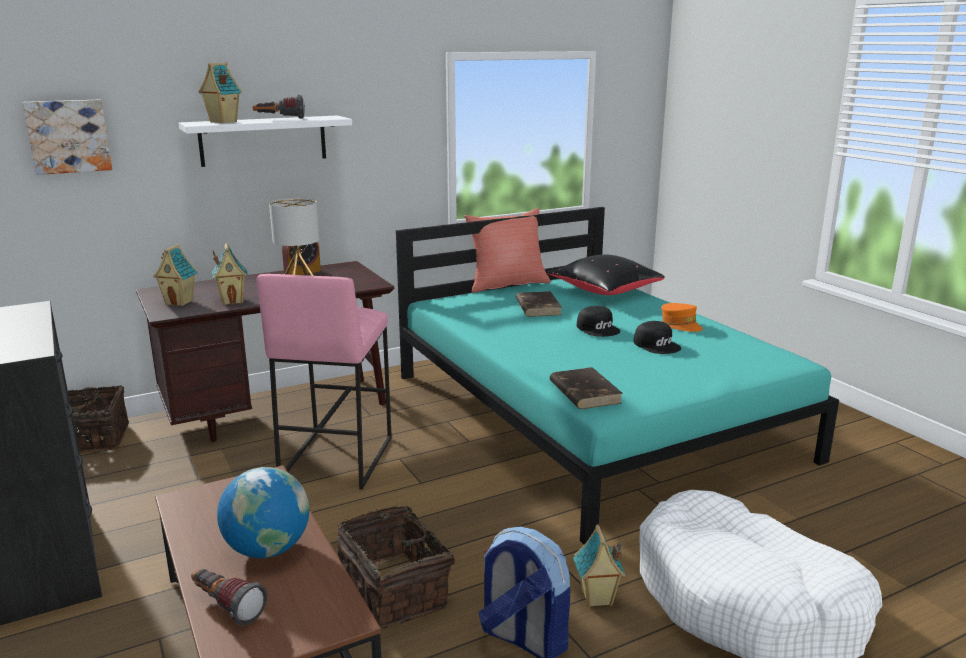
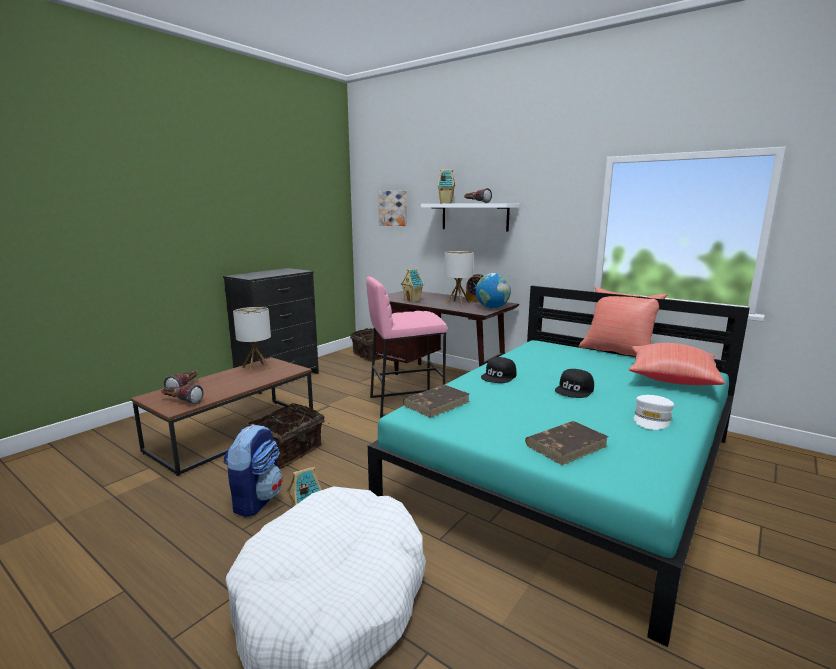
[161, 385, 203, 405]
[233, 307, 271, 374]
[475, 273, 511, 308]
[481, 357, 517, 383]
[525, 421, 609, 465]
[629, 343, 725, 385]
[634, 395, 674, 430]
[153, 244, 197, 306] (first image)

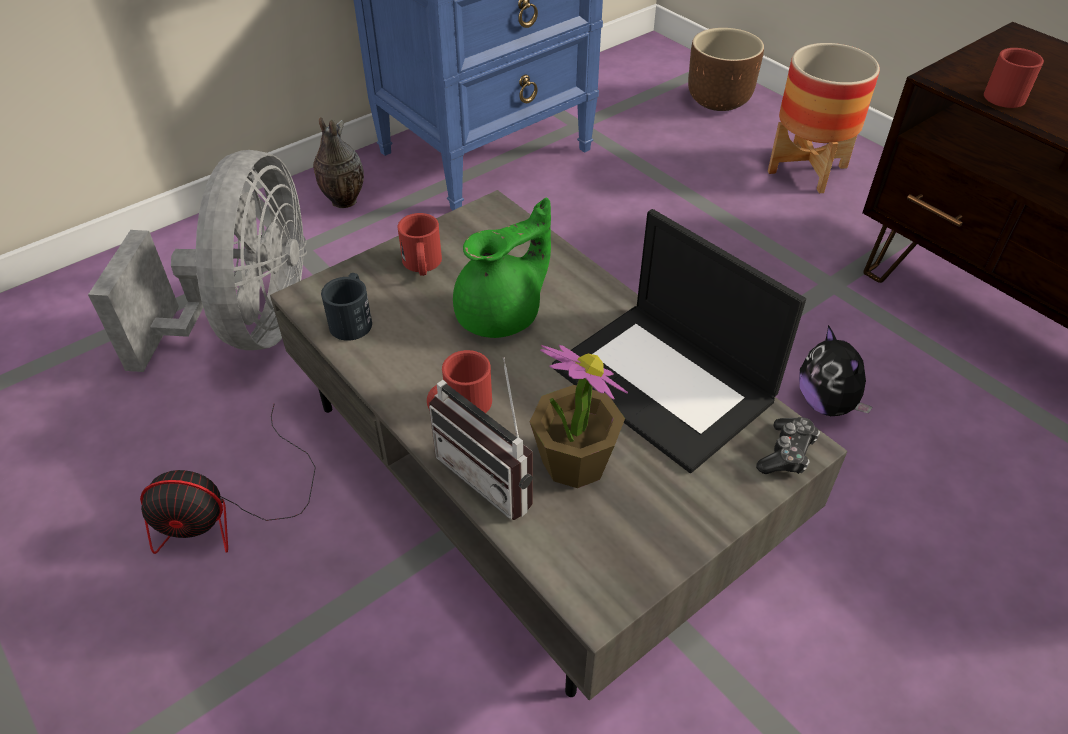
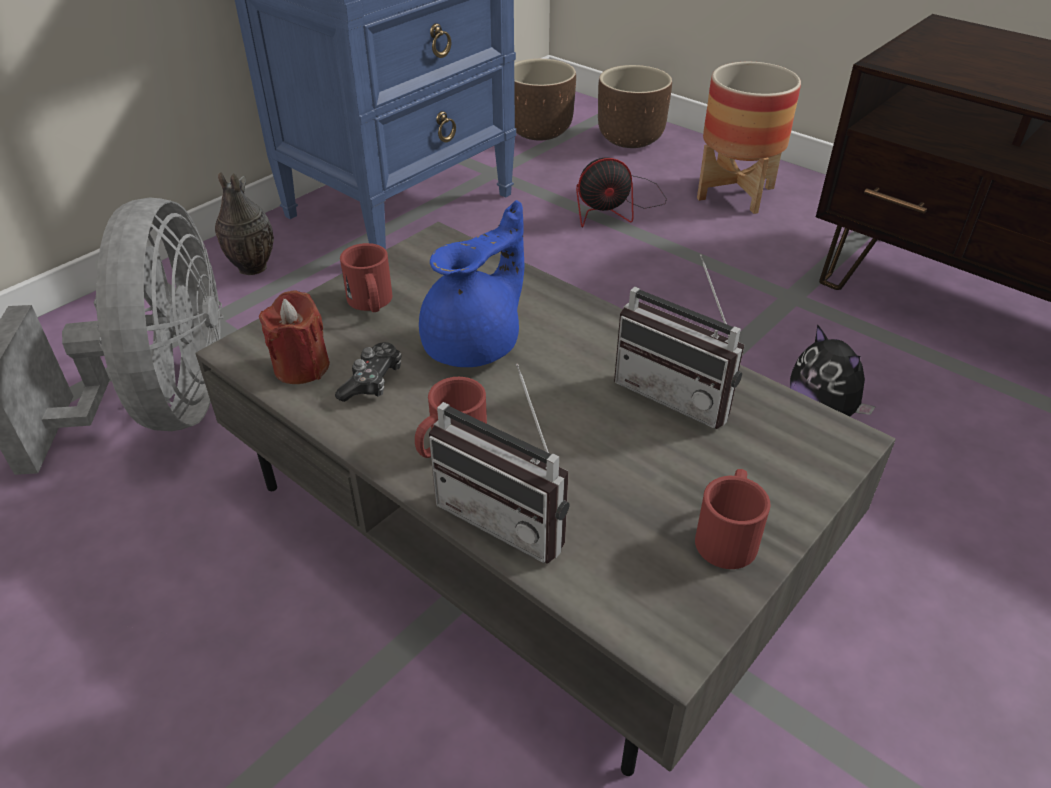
[259, 290, 330, 384]
[335, 342, 401, 402]
[419, 200, 525, 367]
[514, 59, 576, 140]
[576, 157, 667, 227]
[614, 254, 744, 429]
[695, 469, 771, 569]
[530, 345, 628, 488] (first image)

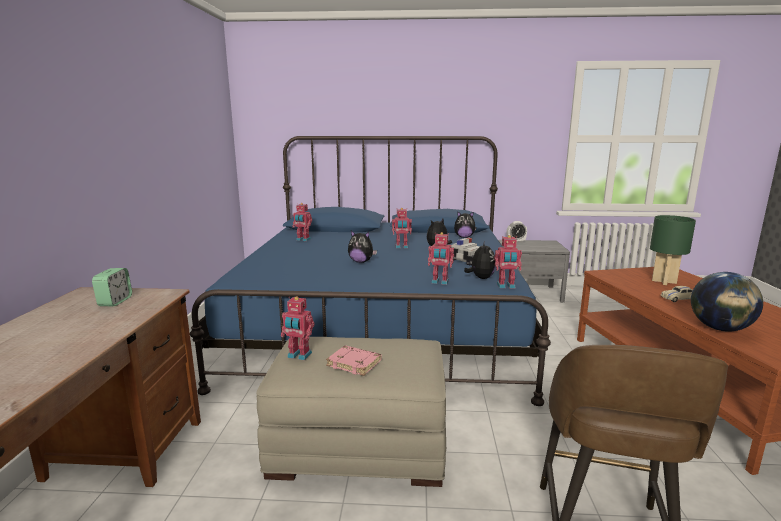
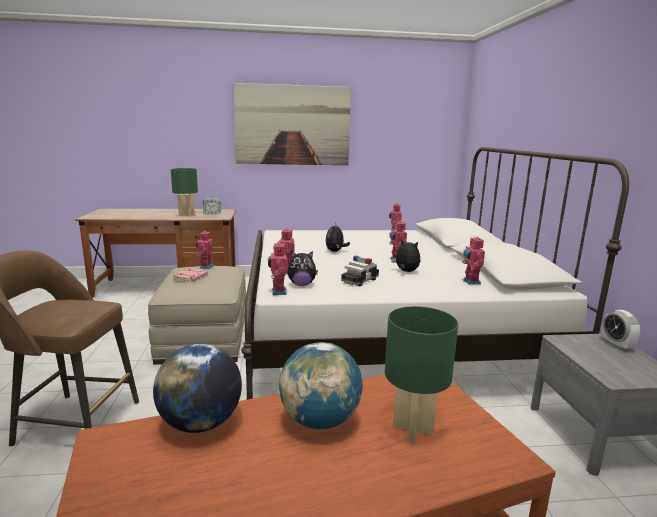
[171, 168, 198, 216]
[233, 83, 351, 165]
[241, 147, 629, 400]
[279, 342, 363, 429]
[463, 236, 485, 285]

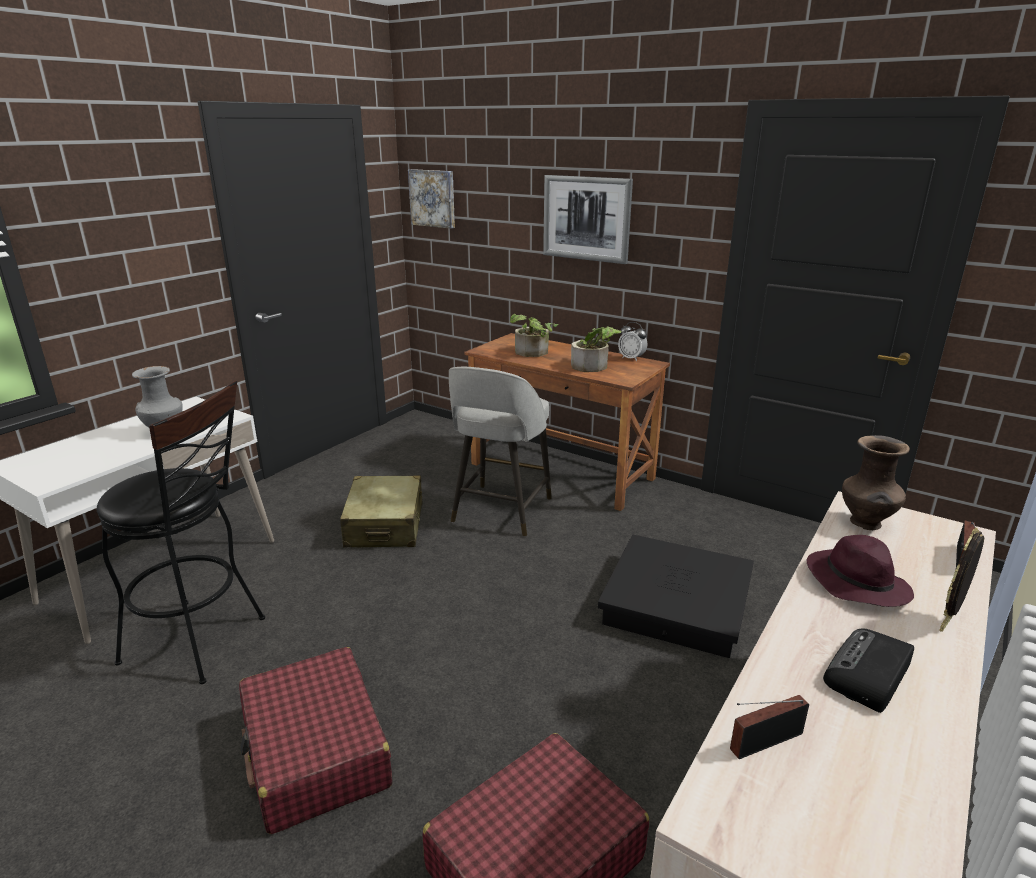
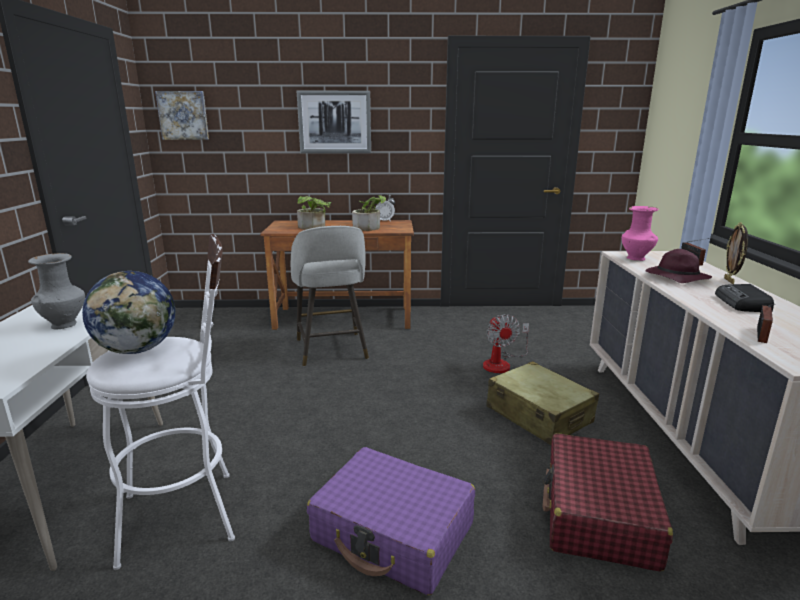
[82, 271, 175, 354]
[86, 234, 235, 570]
[307, 447, 475, 595]
[483, 314, 529, 373]
[486, 361, 599, 445]
[622, 206, 659, 261]

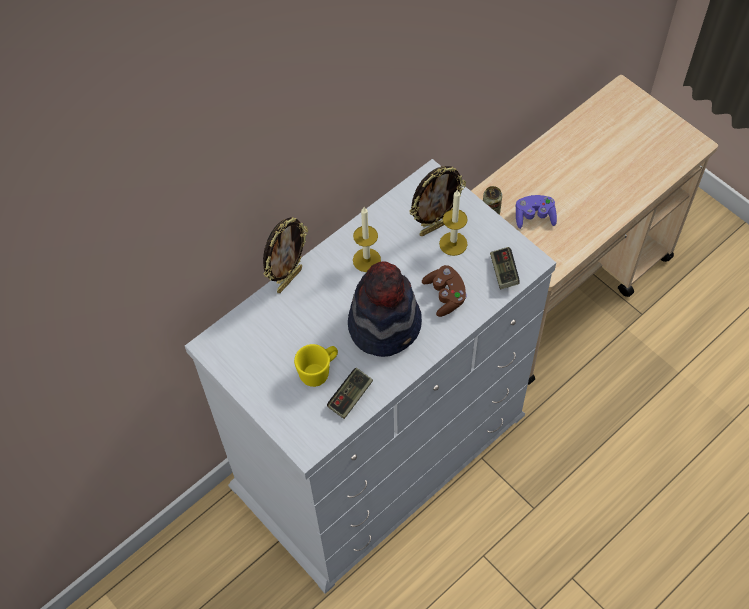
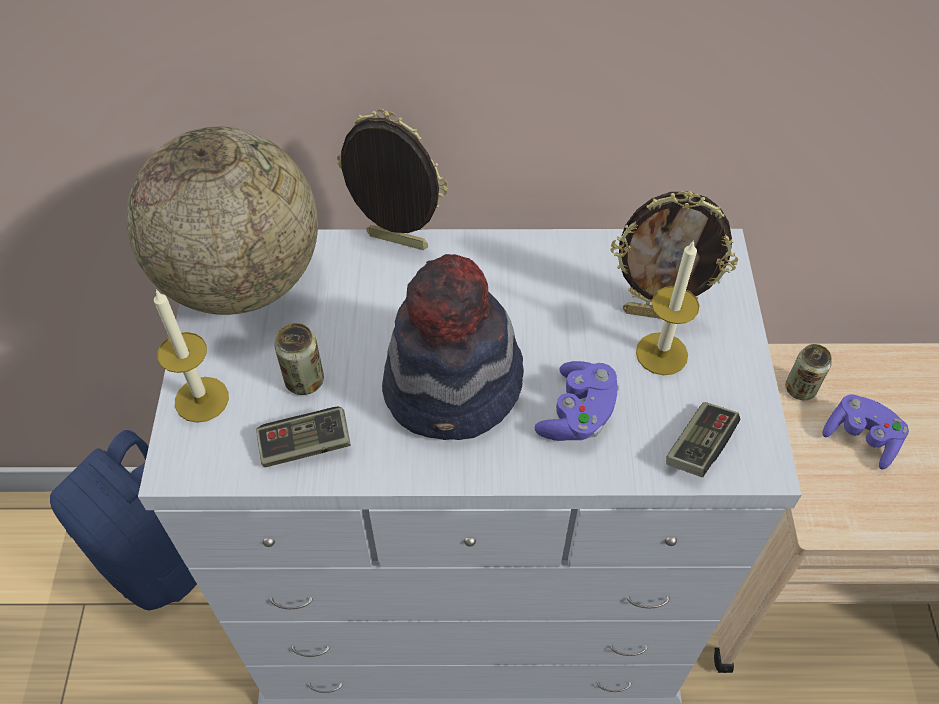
[50, 430, 197, 610]
[126, 127, 318, 315]
[154, 289, 229, 423]
[274, 323, 324, 395]
[337, 109, 447, 250]
[535, 361, 619, 441]

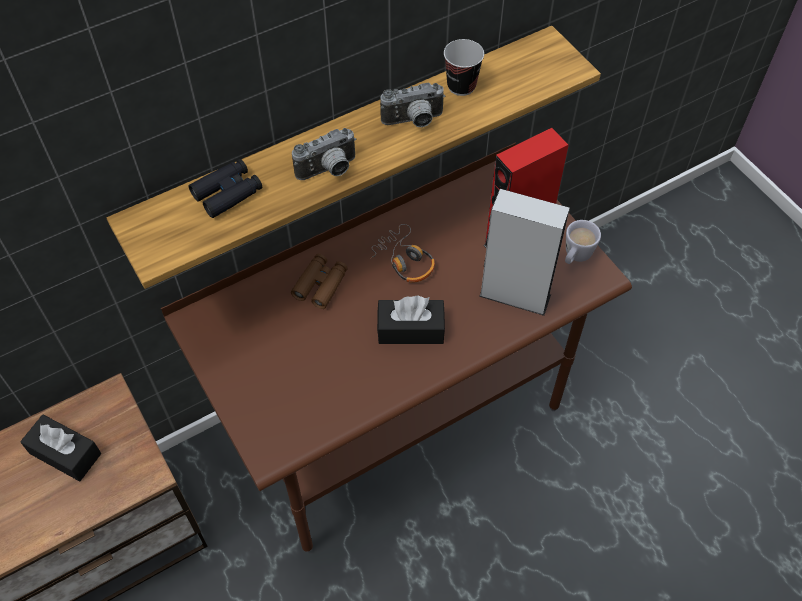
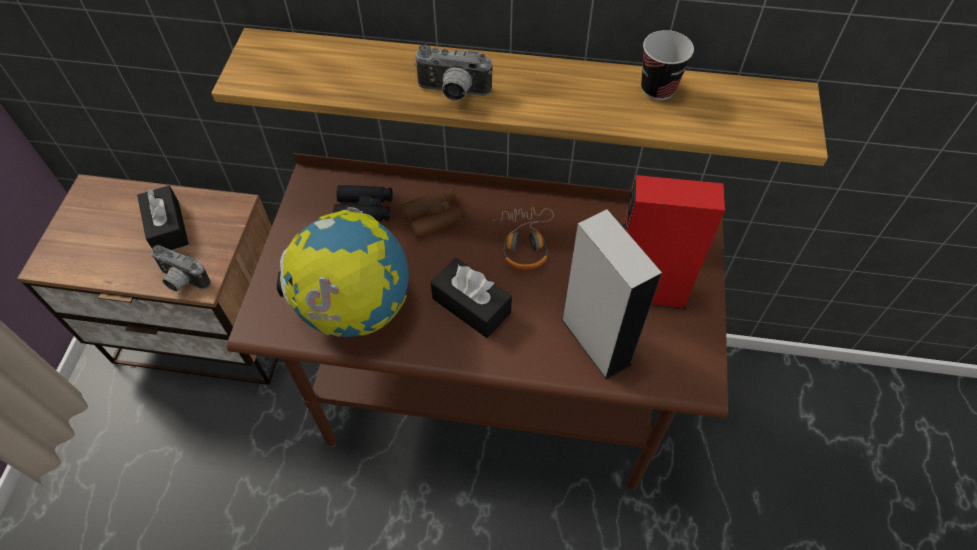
[152, 245, 211, 292]
[277, 207, 409, 337]
[333, 185, 393, 221]
[565, 220, 601, 264] (first image)

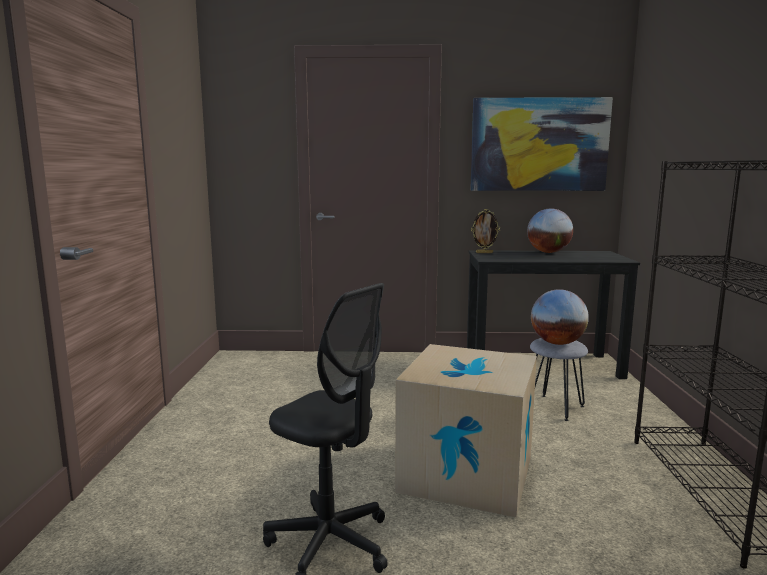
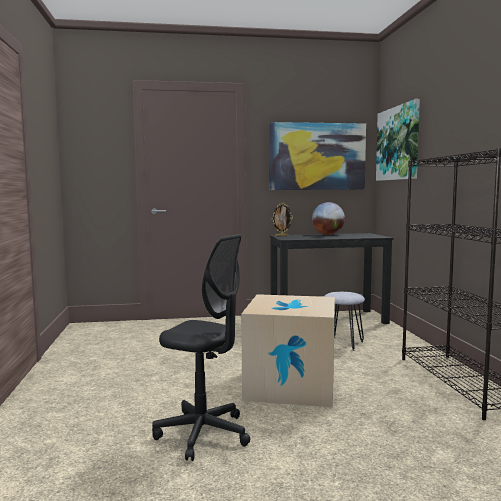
[376, 99, 420, 181]
[531, 289, 589, 345] (first image)

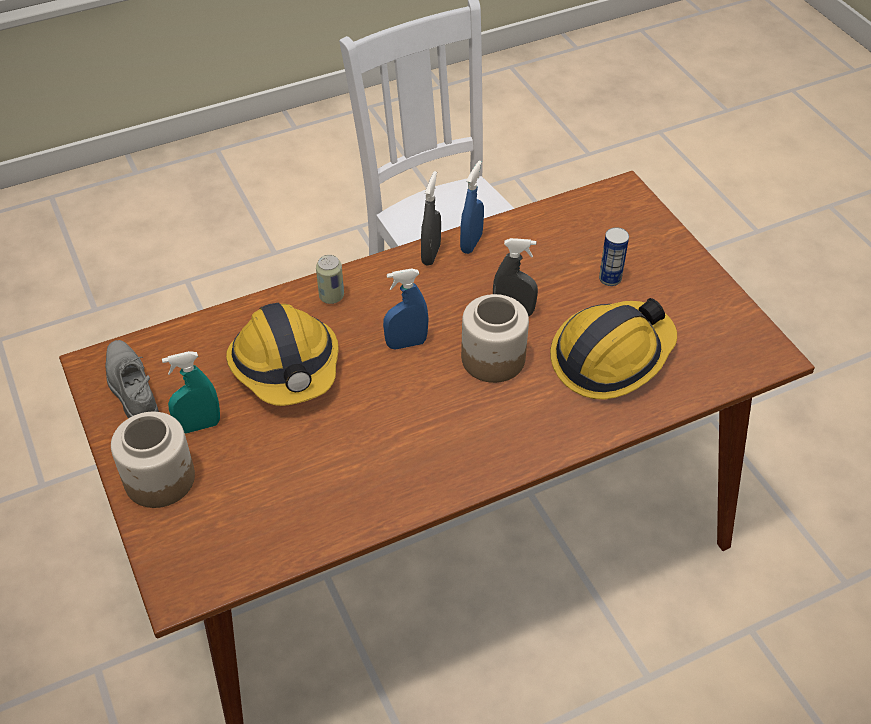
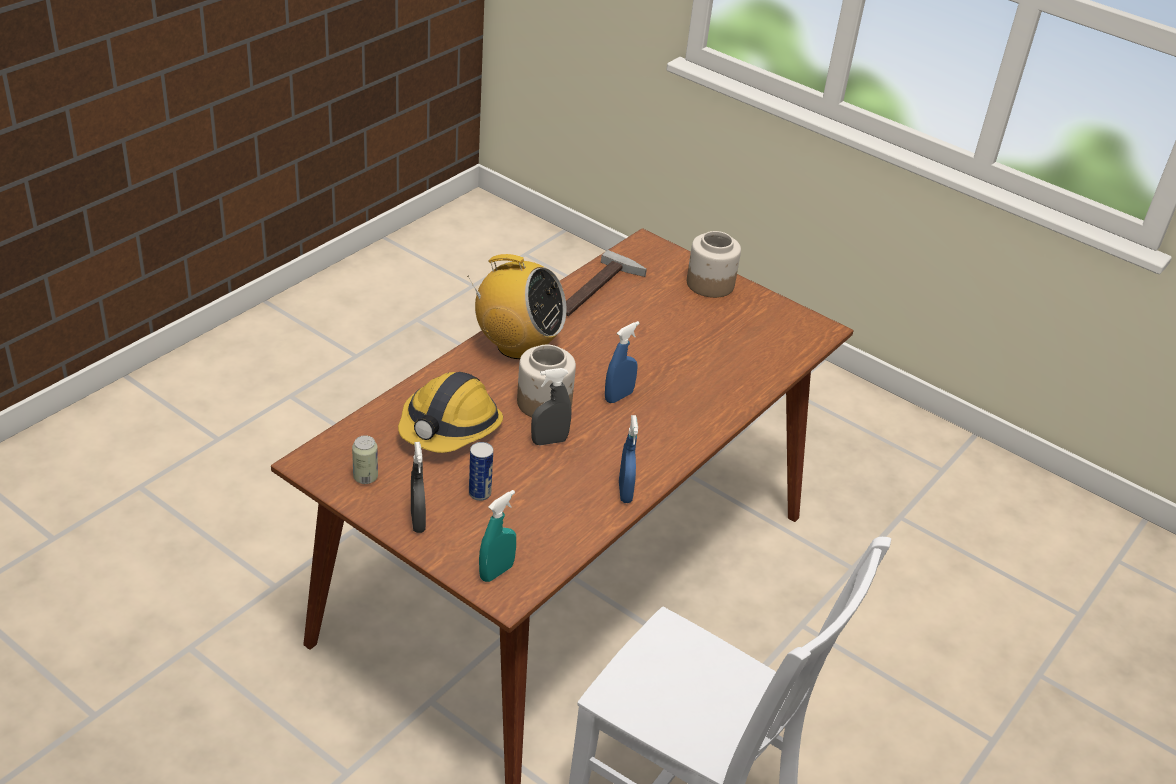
[352, 435, 378, 484]
[411, 442, 426, 533]
[467, 254, 566, 359]
[479, 490, 516, 582]
[566, 250, 647, 316]
[105, 340, 159, 418] (first image)
[226, 303, 339, 406] (first image)

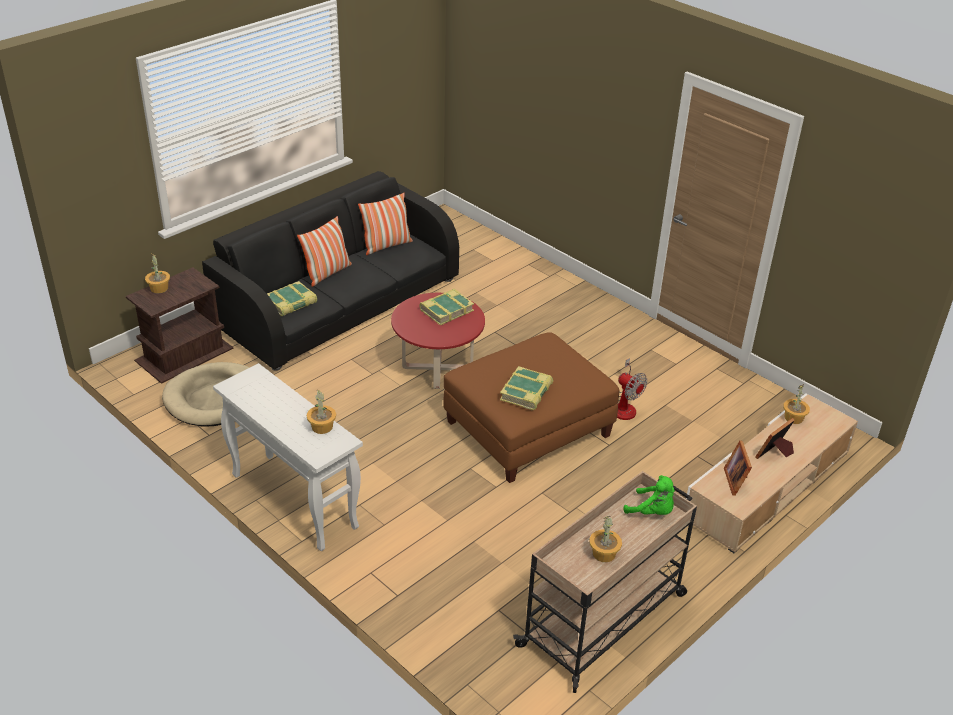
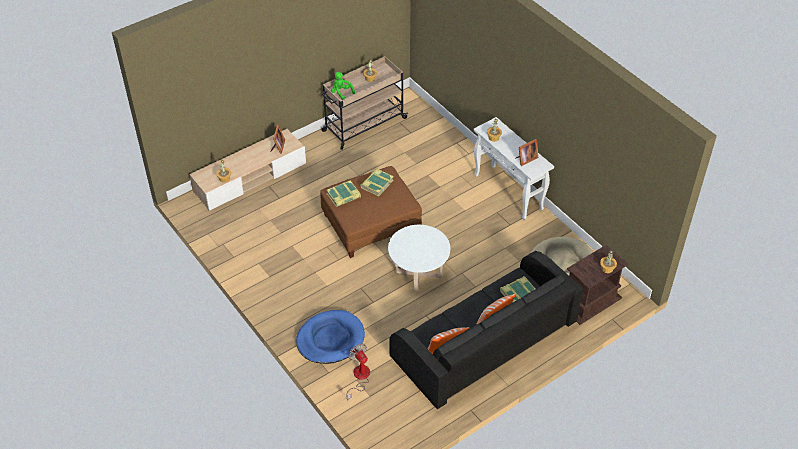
[296, 310, 365, 364]
[326, 180, 361, 207]
[346, 344, 370, 400]
[388, 225, 450, 291]
[515, 139, 538, 166]

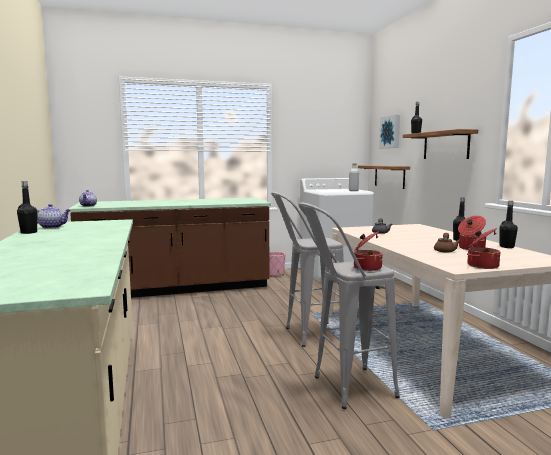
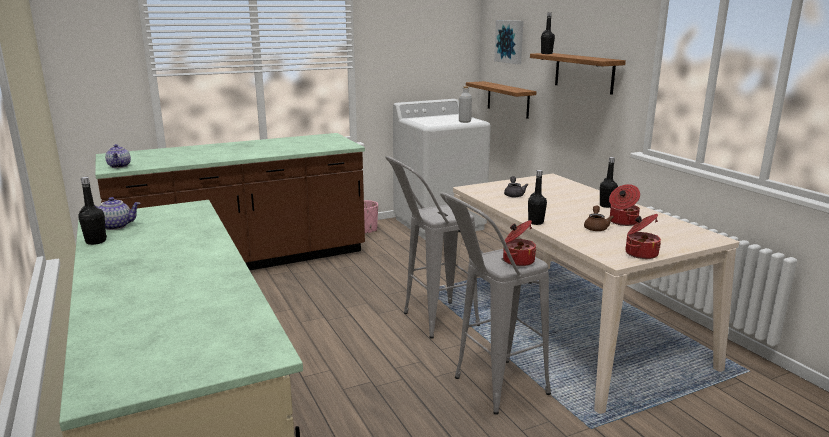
[528, 170, 547, 225]

